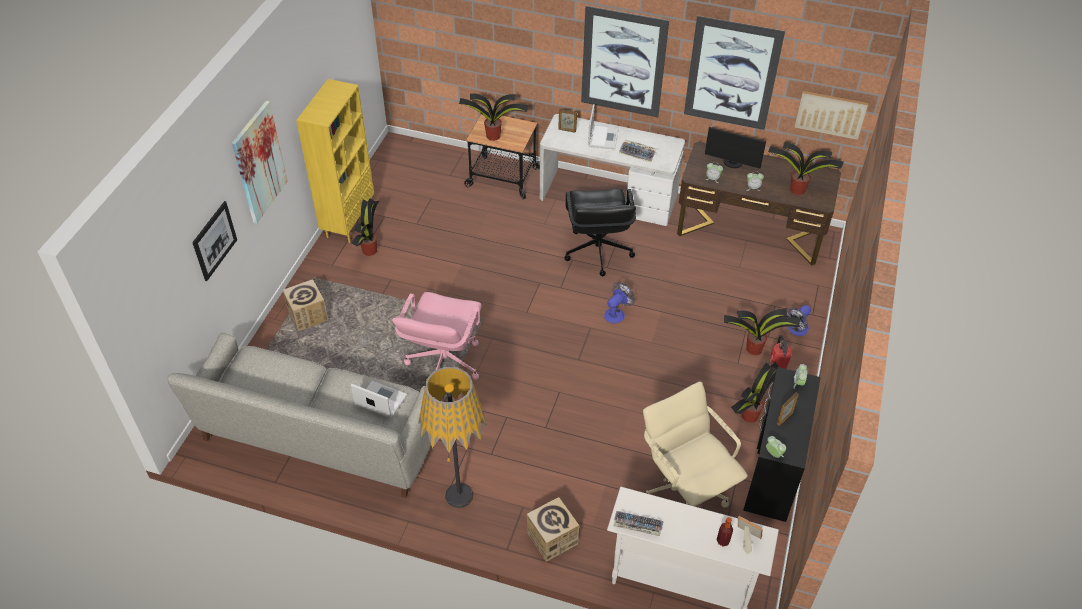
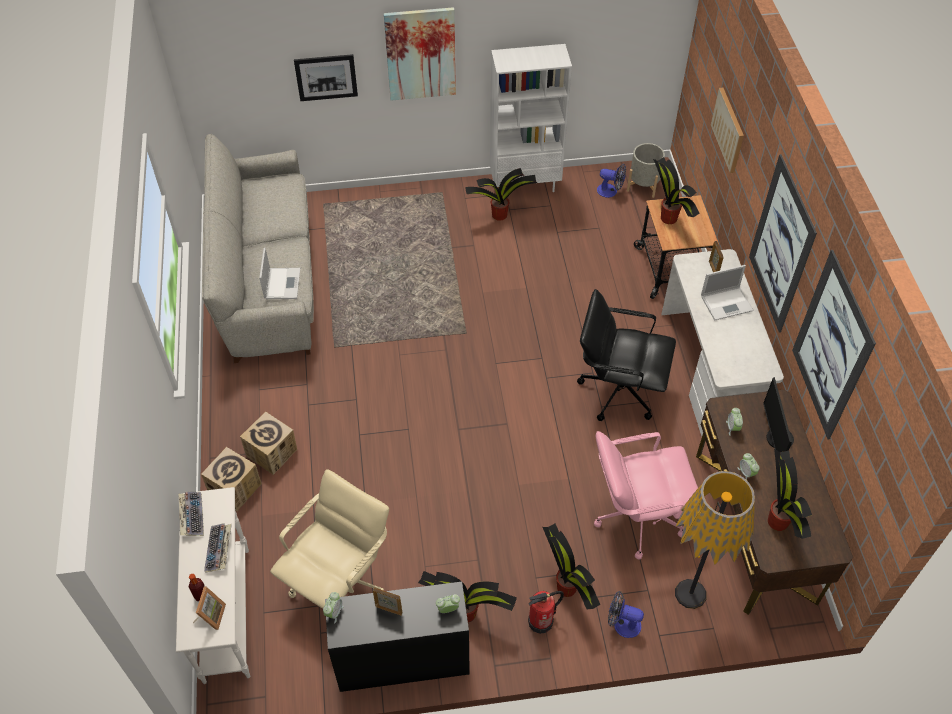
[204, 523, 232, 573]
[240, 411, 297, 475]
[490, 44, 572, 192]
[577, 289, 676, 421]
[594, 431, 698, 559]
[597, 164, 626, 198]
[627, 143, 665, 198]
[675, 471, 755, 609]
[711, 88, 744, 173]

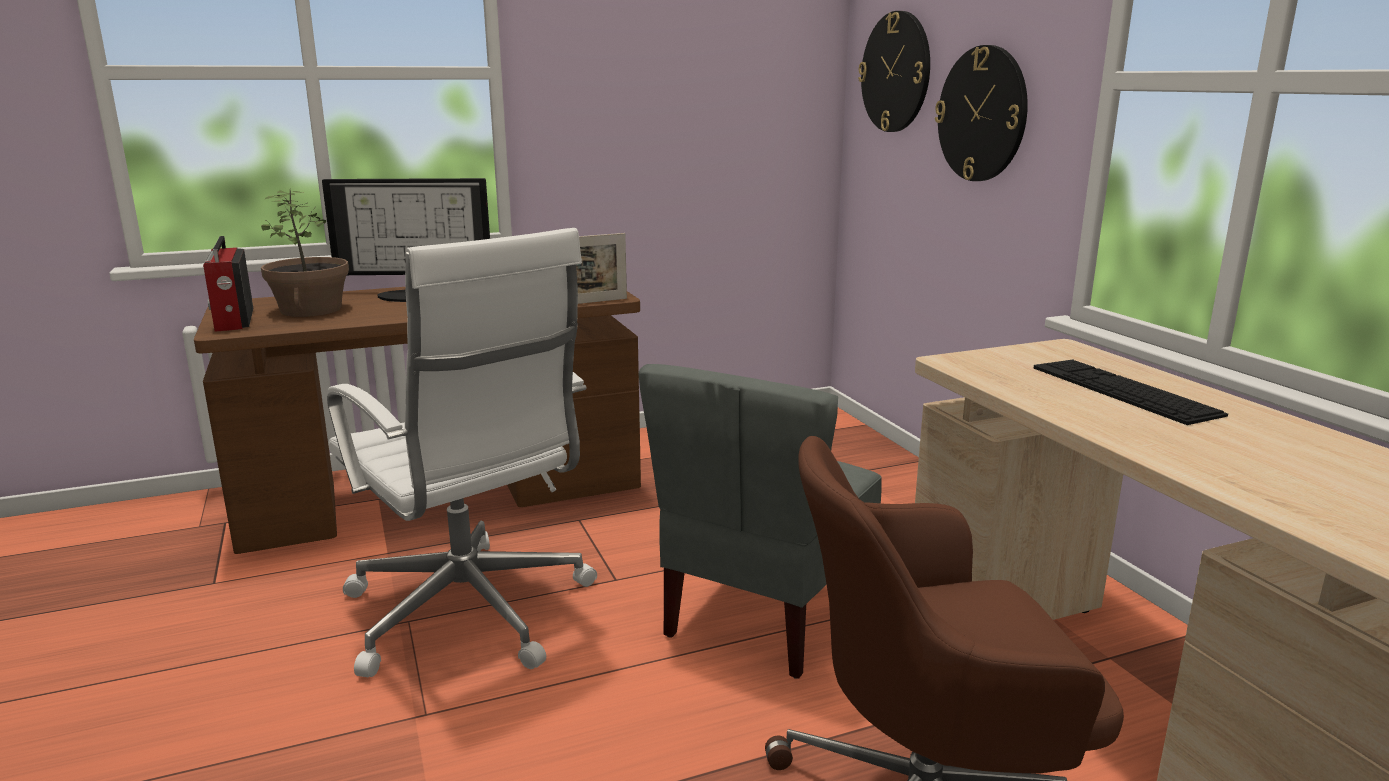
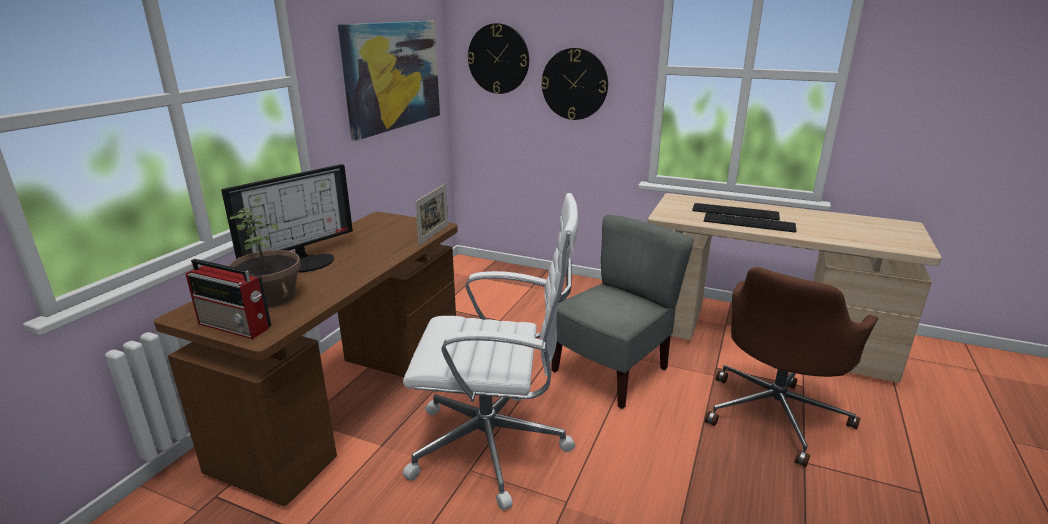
[338, 21, 440, 141]
[551, 215, 694, 409]
[704, 213, 796, 233]

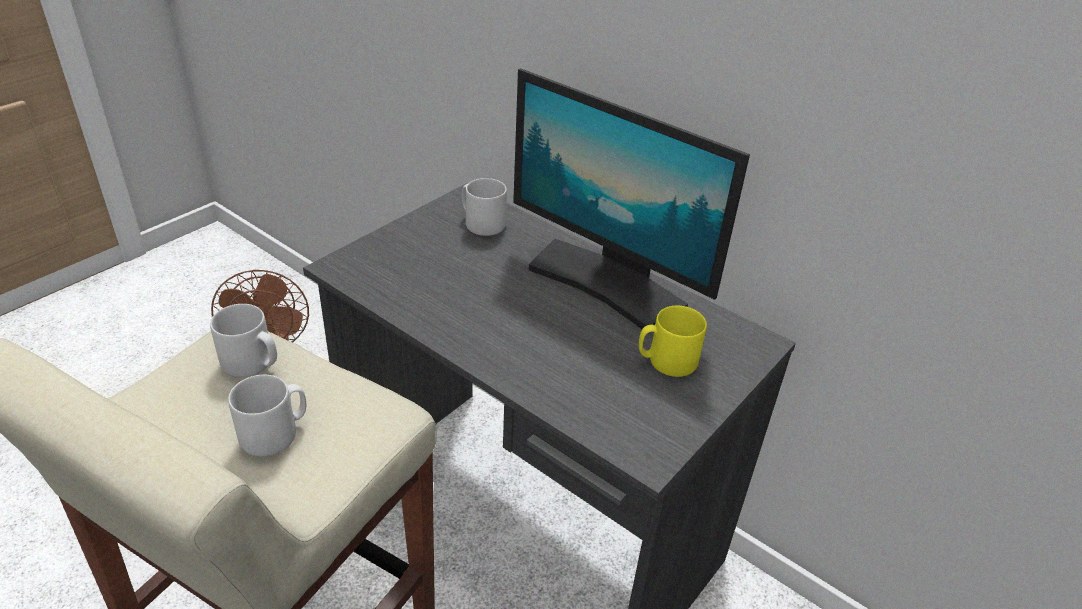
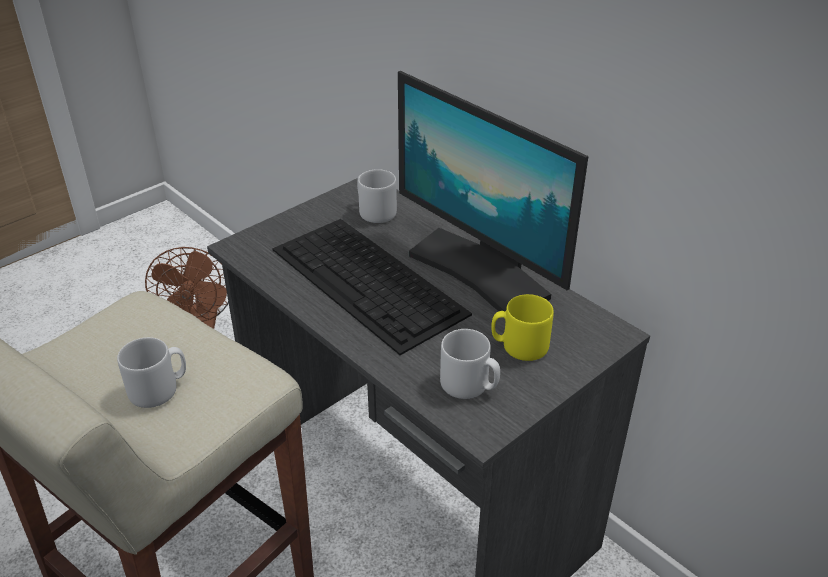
[272, 219, 472, 355]
[440, 329, 500, 399]

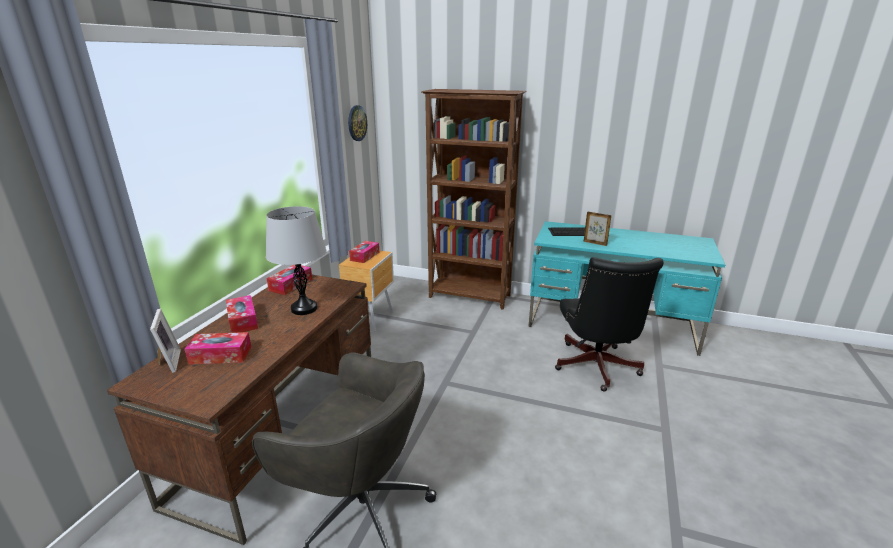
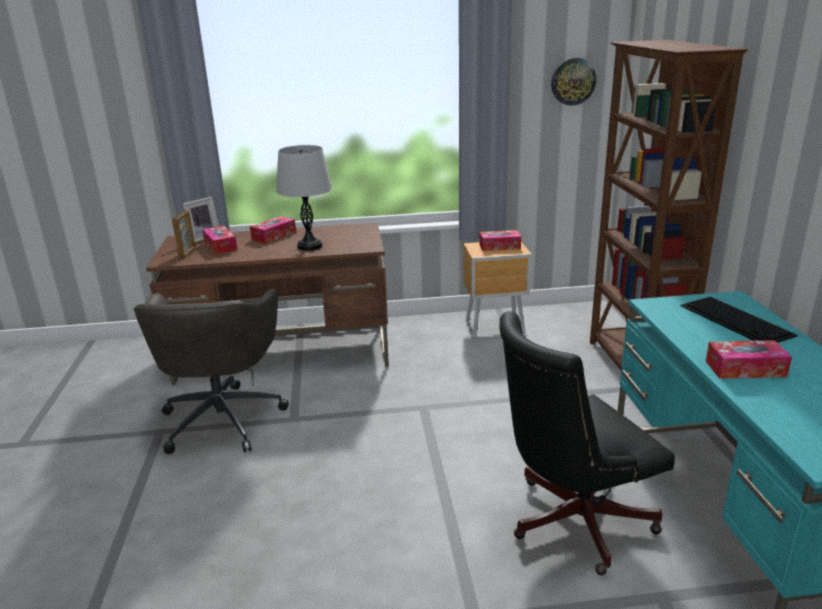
[172, 210, 195, 259]
[706, 340, 792, 379]

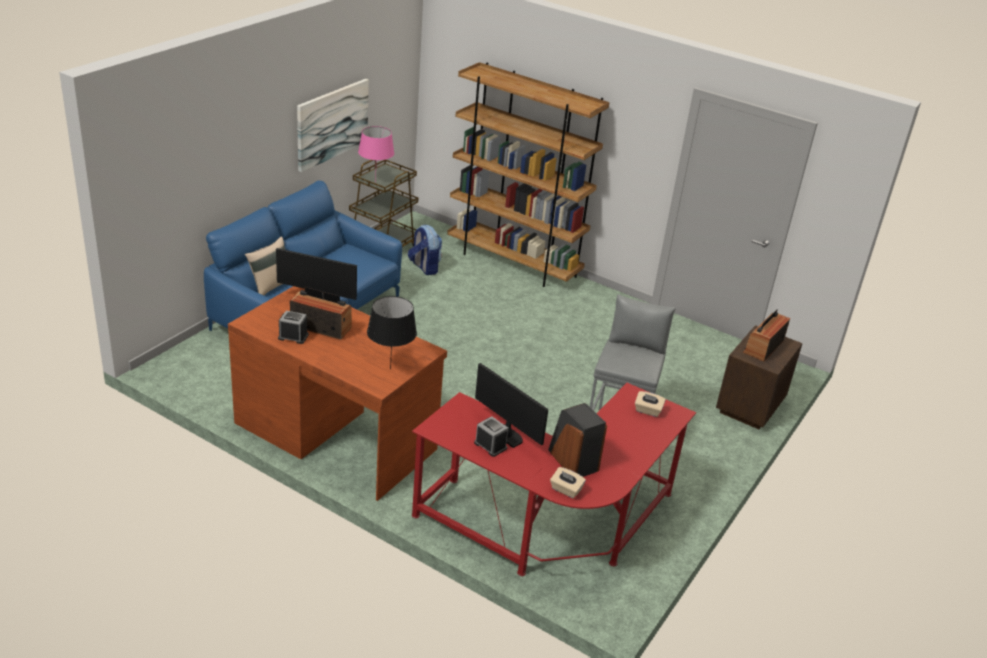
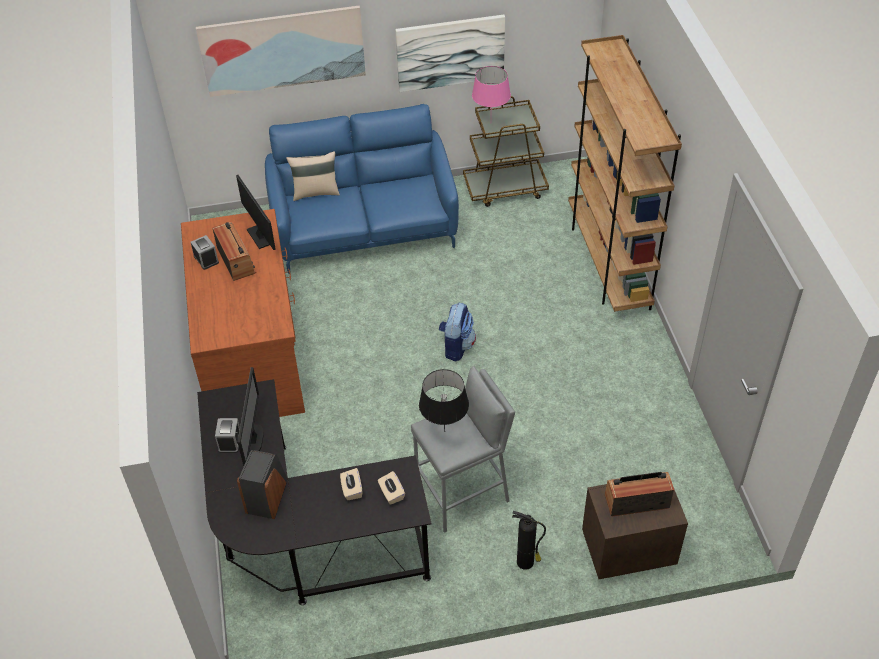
[196, 6, 366, 97]
[197, 379, 432, 605]
[340, 468, 362, 500]
[419, 369, 469, 432]
[439, 303, 476, 362]
[512, 511, 546, 570]

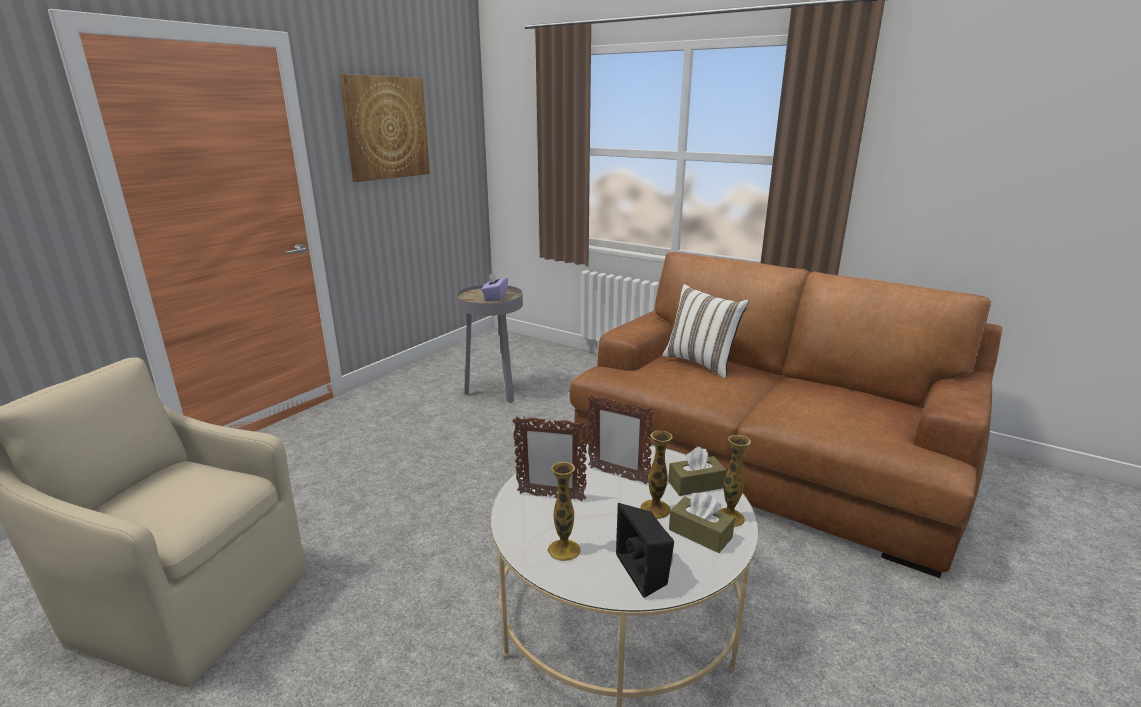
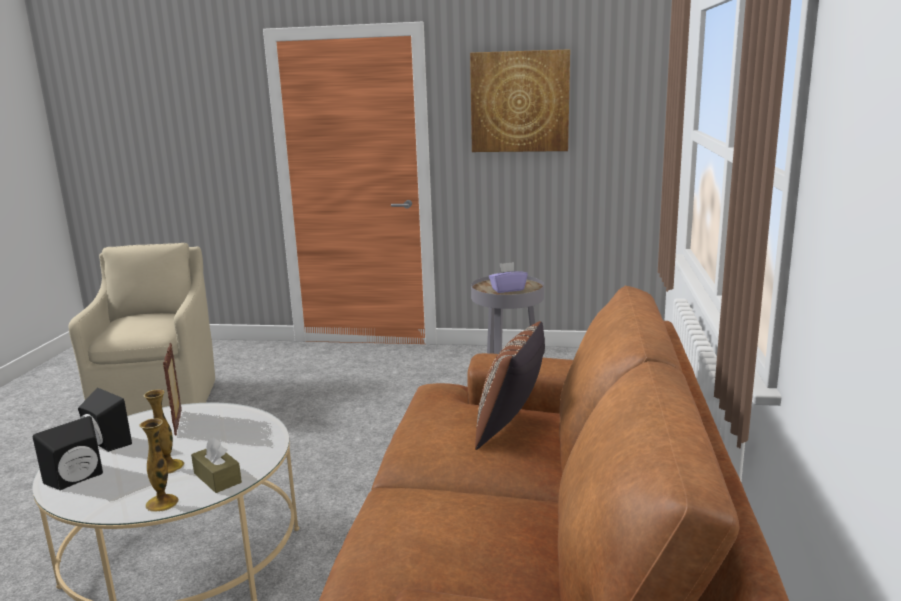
[78, 388, 132, 452]
[475, 321, 545, 450]
[588, 395, 654, 484] (first image)
[669, 492, 735, 553] (first image)

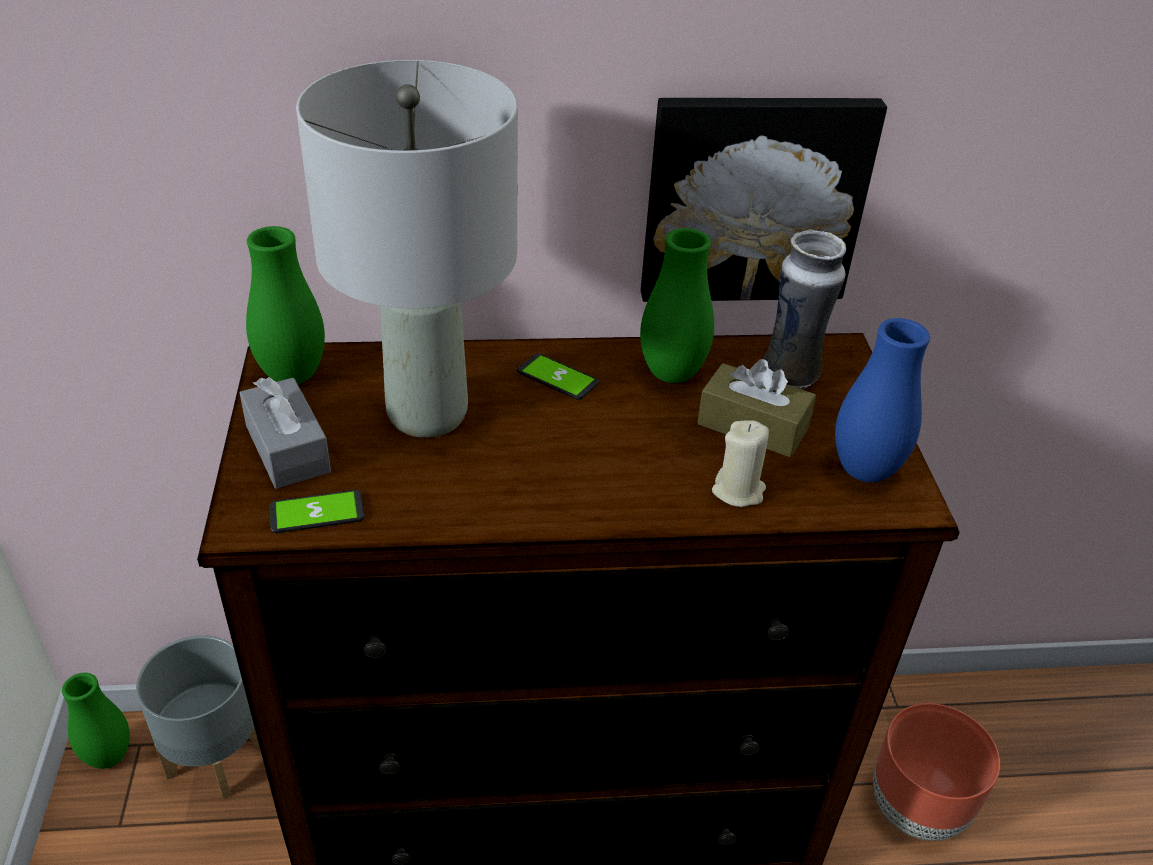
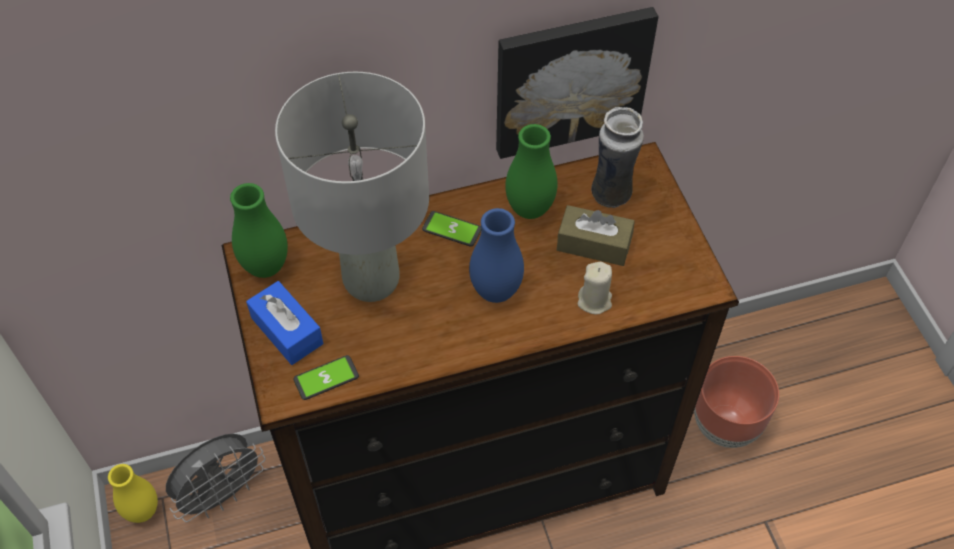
[108, 464, 158, 523]
[166, 434, 266, 522]
[246, 281, 323, 365]
[469, 208, 524, 303]

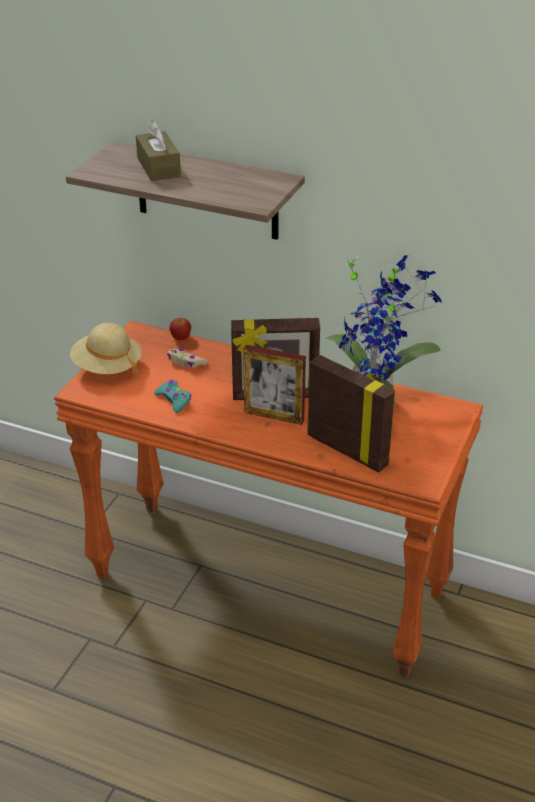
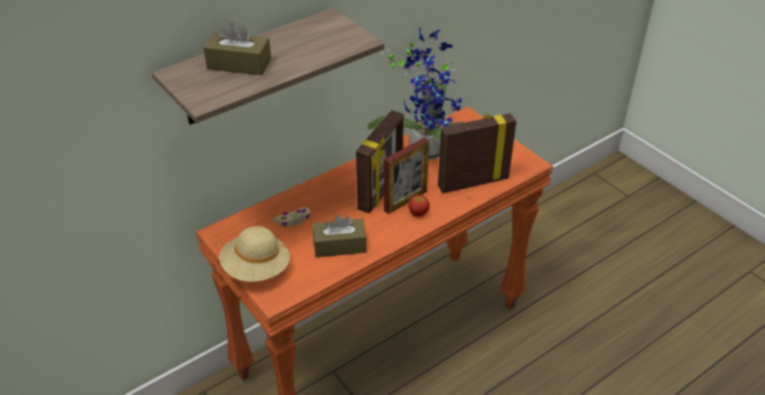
[312, 215, 367, 258]
[408, 195, 430, 217]

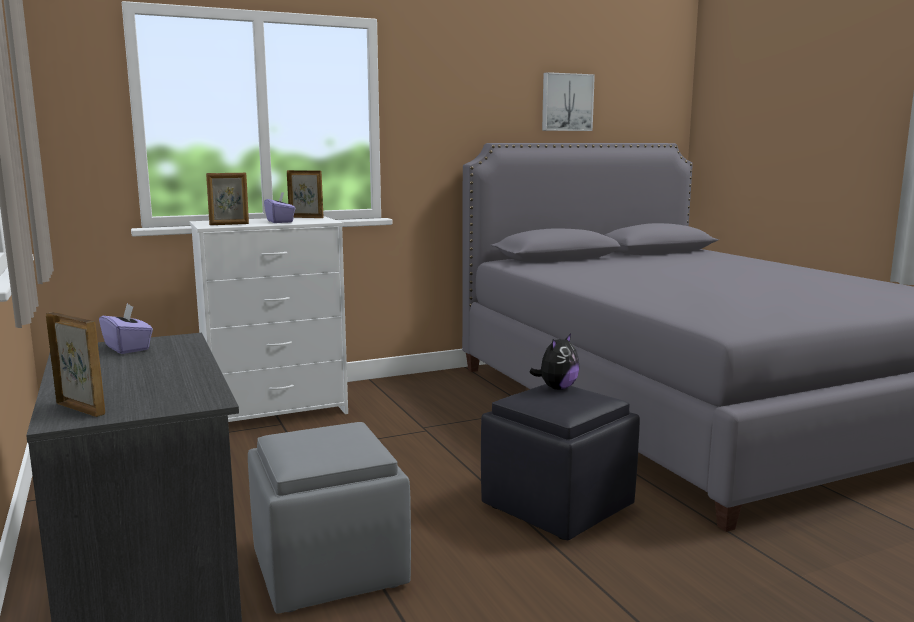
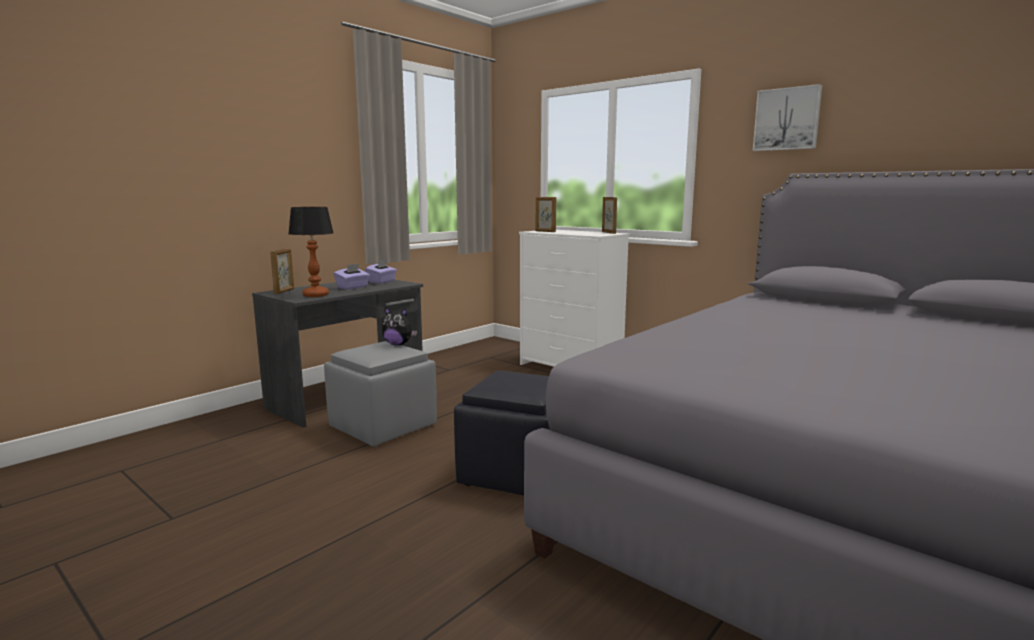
[289, 207, 333, 297]
[334, 264, 370, 289]
[382, 307, 417, 345]
[753, 84, 822, 151]

